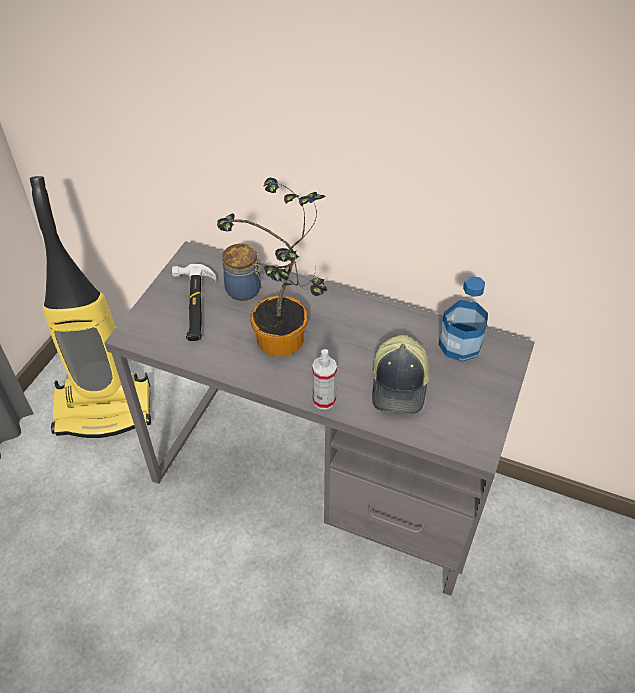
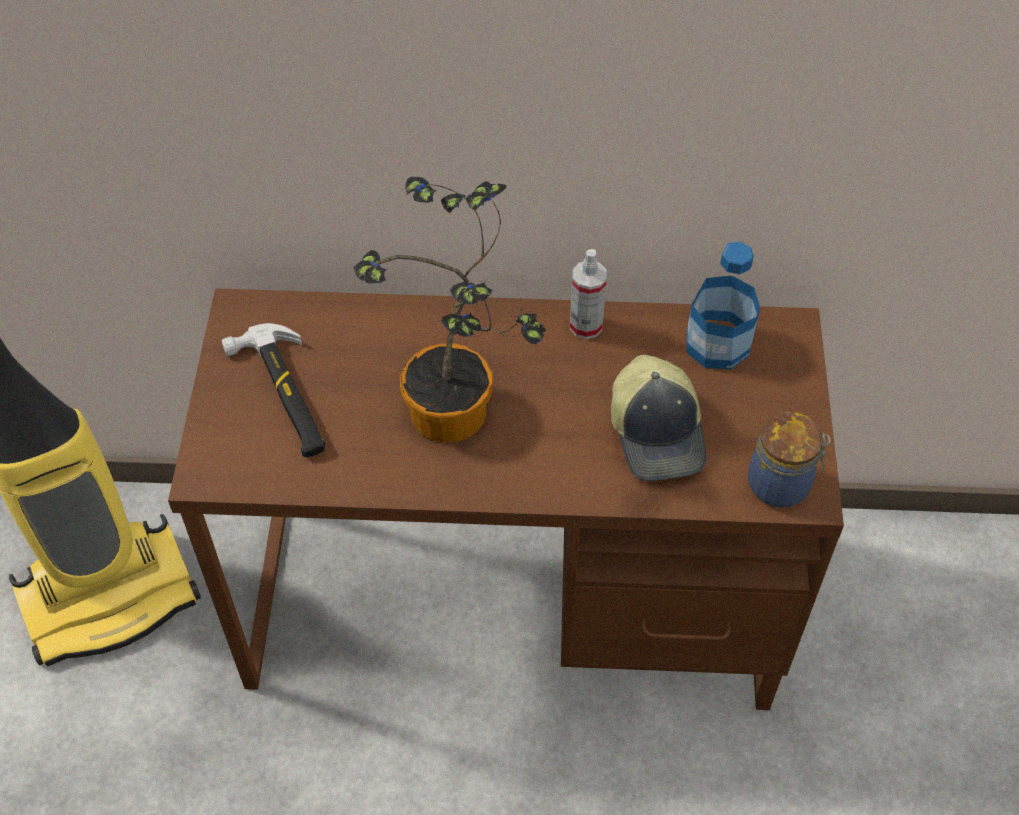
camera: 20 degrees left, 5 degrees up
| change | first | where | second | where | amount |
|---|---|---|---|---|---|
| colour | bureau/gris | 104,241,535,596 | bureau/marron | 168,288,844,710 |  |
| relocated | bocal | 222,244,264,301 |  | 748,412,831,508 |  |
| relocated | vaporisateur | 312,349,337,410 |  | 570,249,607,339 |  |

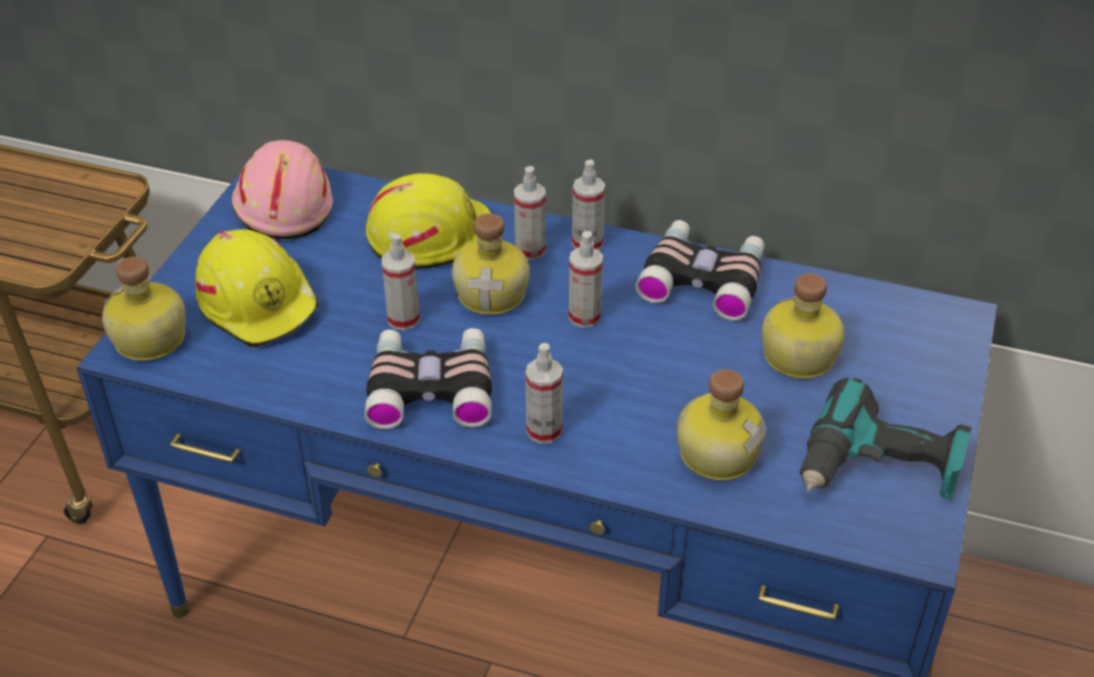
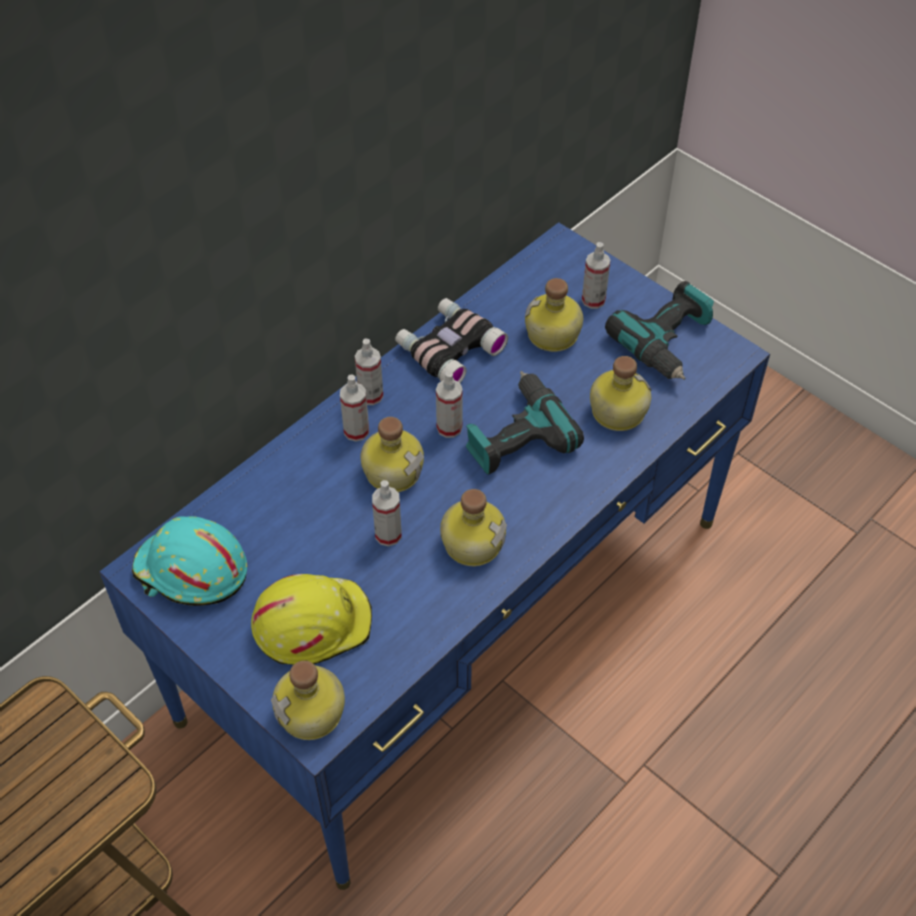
camera: 65 degrees left, 10 degrees up
| change | first | where | second | where | amount |
|---|---|---|---|---|---|
| colour | casque de chantier/rose | 232,140,333,240 | casque de chantier/turquoise | 132,516,247,606 |  |
| missing | casque de chantier/jaune | 366,173,491,269 |  |  |  |
| exchanged | jumelles | 365,328,492,429 | bouteille | 440,489,507,566 |  |
| relocated | vaporisateur | 526,343,563,444 |  | 582,242,611,309 |  |
| appeared |  |  | perceuse | 466,371,584,475 |  |

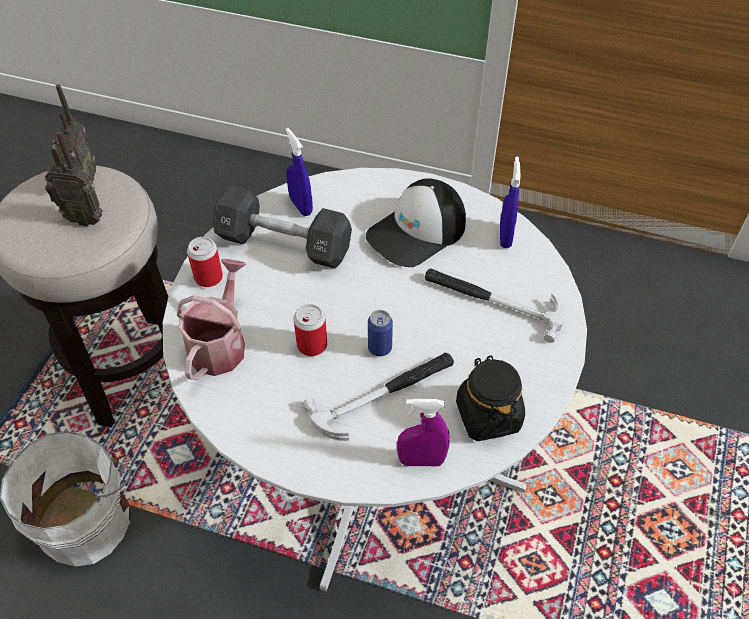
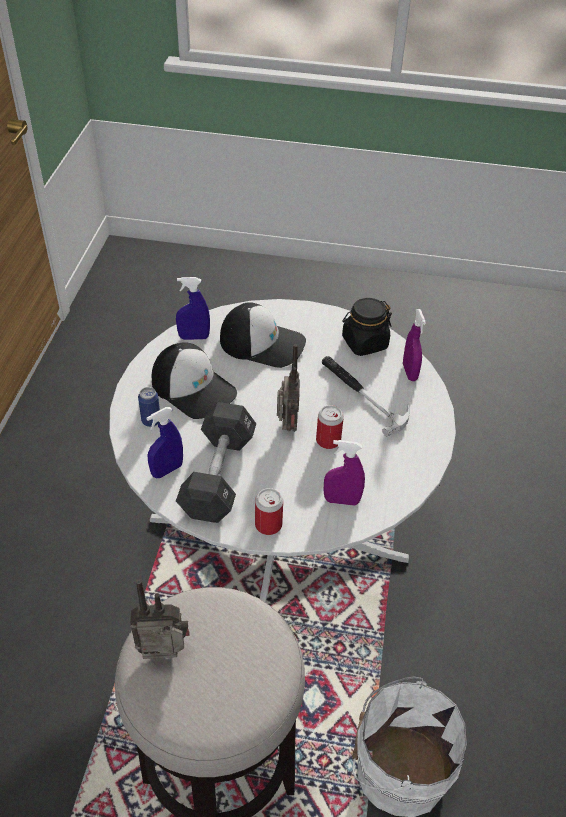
camera: 100 degrees left, 5 degrees down
| change | first | where | second | where | amount |
|---|---|---|---|---|---|
| relocated | radio | 45,131,103,226 |  | 277,344,300,432 |  |
| exchanged | arrosoir | 177,259,246,381 | vaporisateur/violet | 324,440,365,506 |  |
| exchanged | marteau | 424,269,564,343 | casquette | 220,302,306,368 |  |
| relocated | boîte métallique | 368,310,393,357 |  | 138,387,160,427 |  |

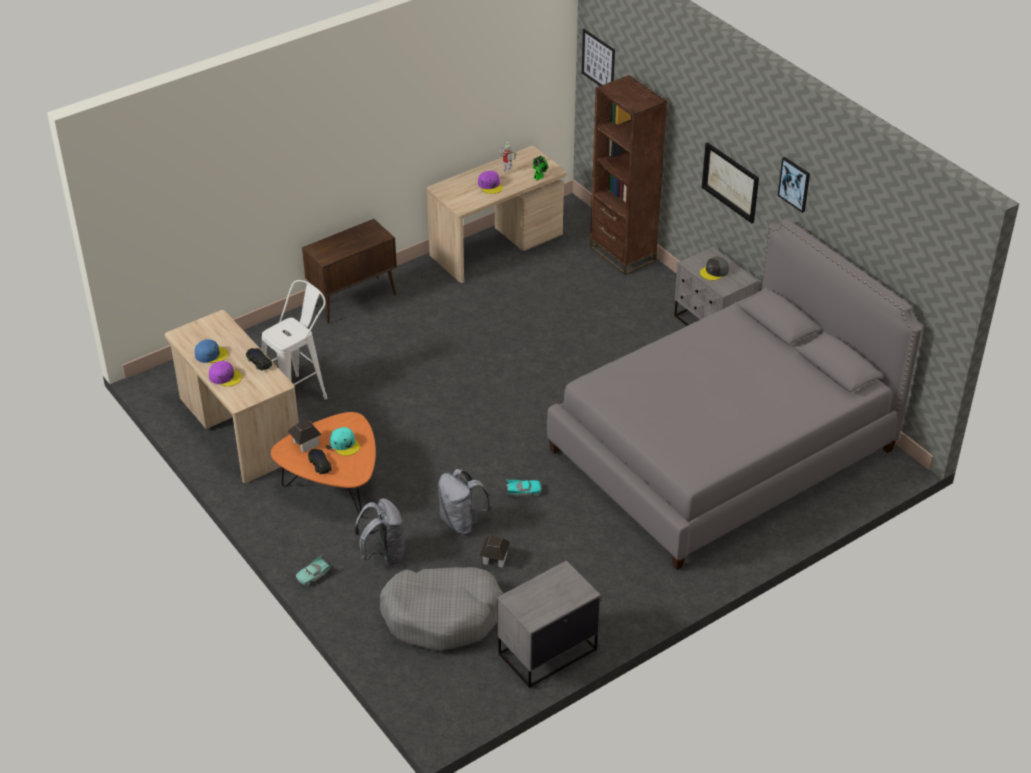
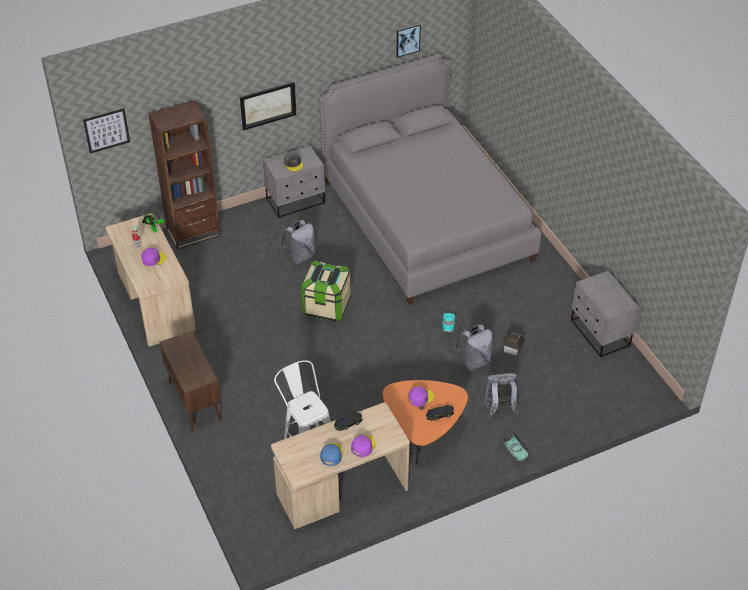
camera: 80 degrees left, 5 degrees up
| change | first | where | second | where | amount |
|---|---|---|---|---|---|
| relocated | tableau | 778,157,810,213 |  | 396,23,421,58 |  |
| missing | maison miniature | 288,419,322,453 |  |  |  |
| colour | casquette/turquoise | 330,427,360,456 | casquette/violet | 408,387,434,407 |  |
| missing | panier pour chien/gris | 380,567,504,650 |  |  |  |
| appeared |  |  | sac à dos/gris | 280,220,315,265 |  |
| appeared |  |  | boîte de rangement | 301,260,351,322 |  |

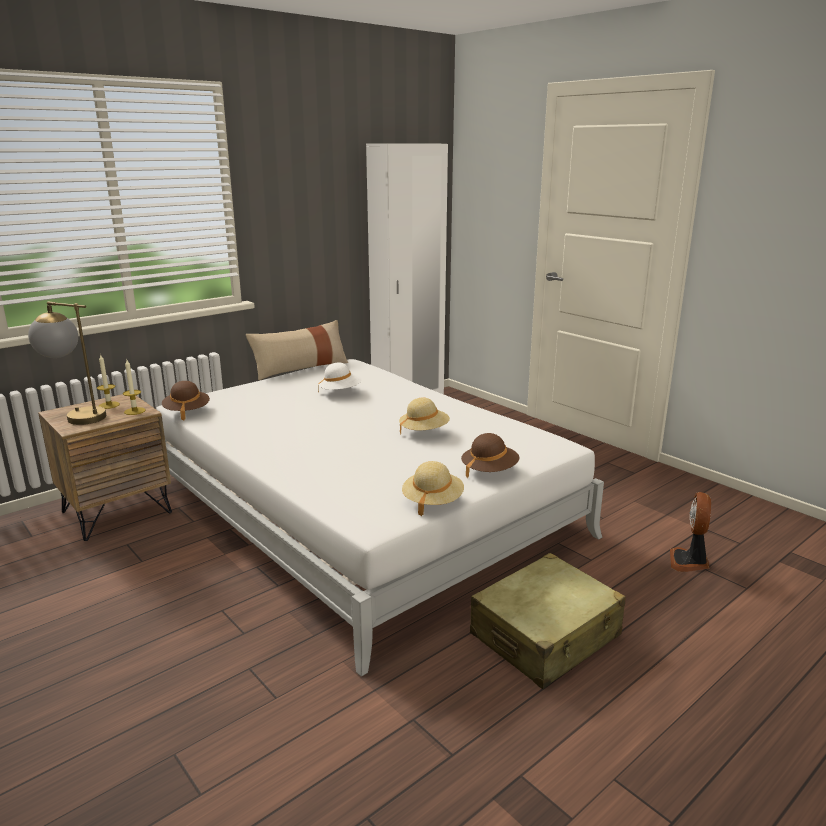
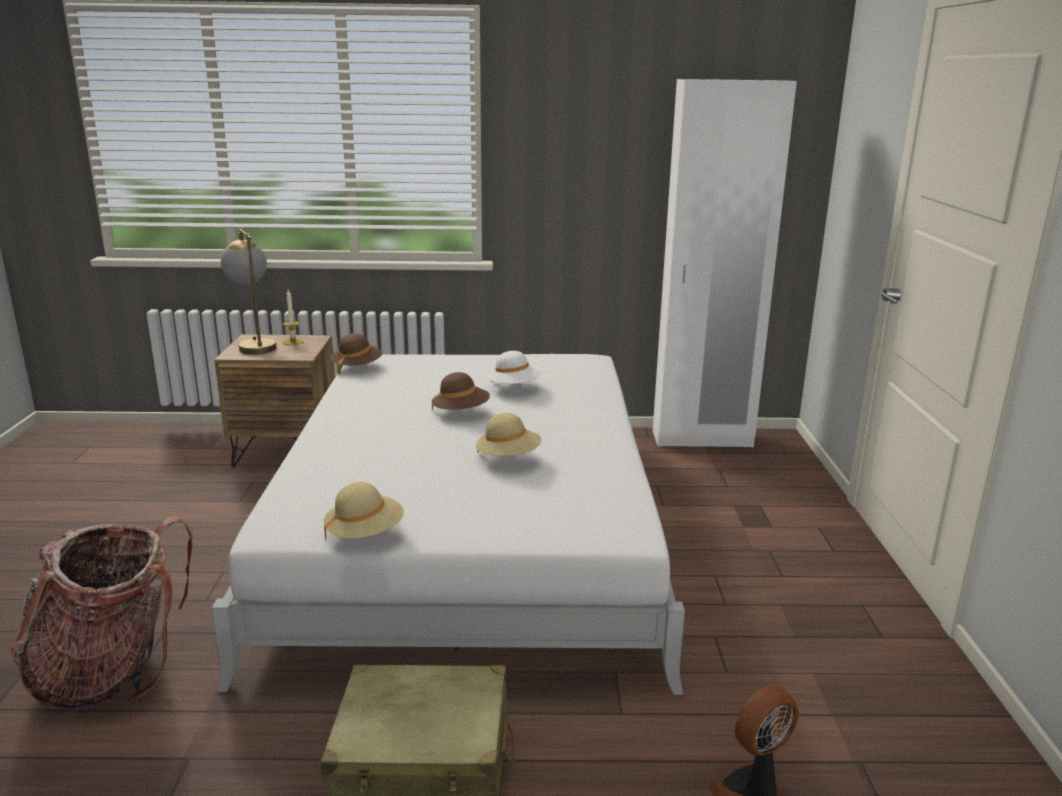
camera: 40 degrees right, 0 degrees up
| change | first | where | second | where | amount |
|---|---|---|---|---|---|
| missing | coussin/beige | 246,320,349,380 |  |  |  |
| missing | bougie | 123,360,146,415 |  |  |  |
| relocated | chapeau/marron | 461,433,520,478 |  | 432,372,490,411 |  |
| appeared |  |  | sac à dos | 11,516,193,711 |  |

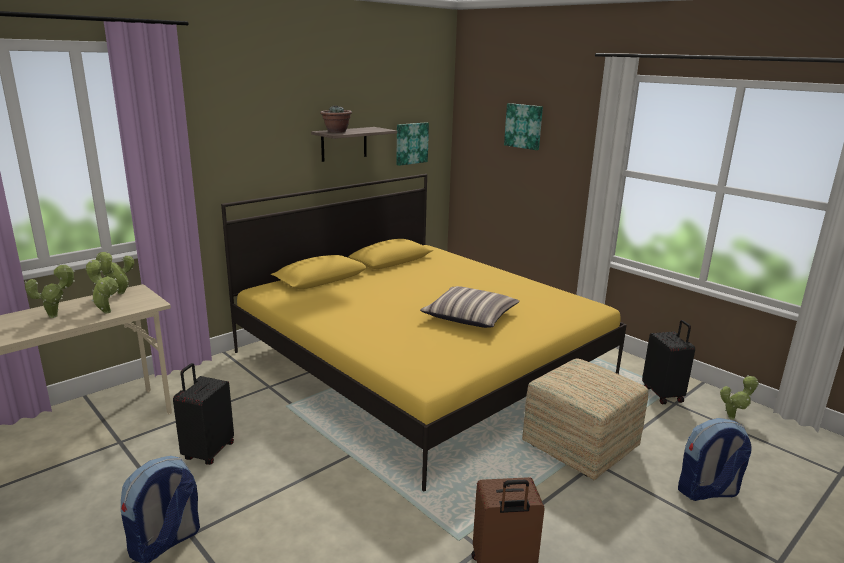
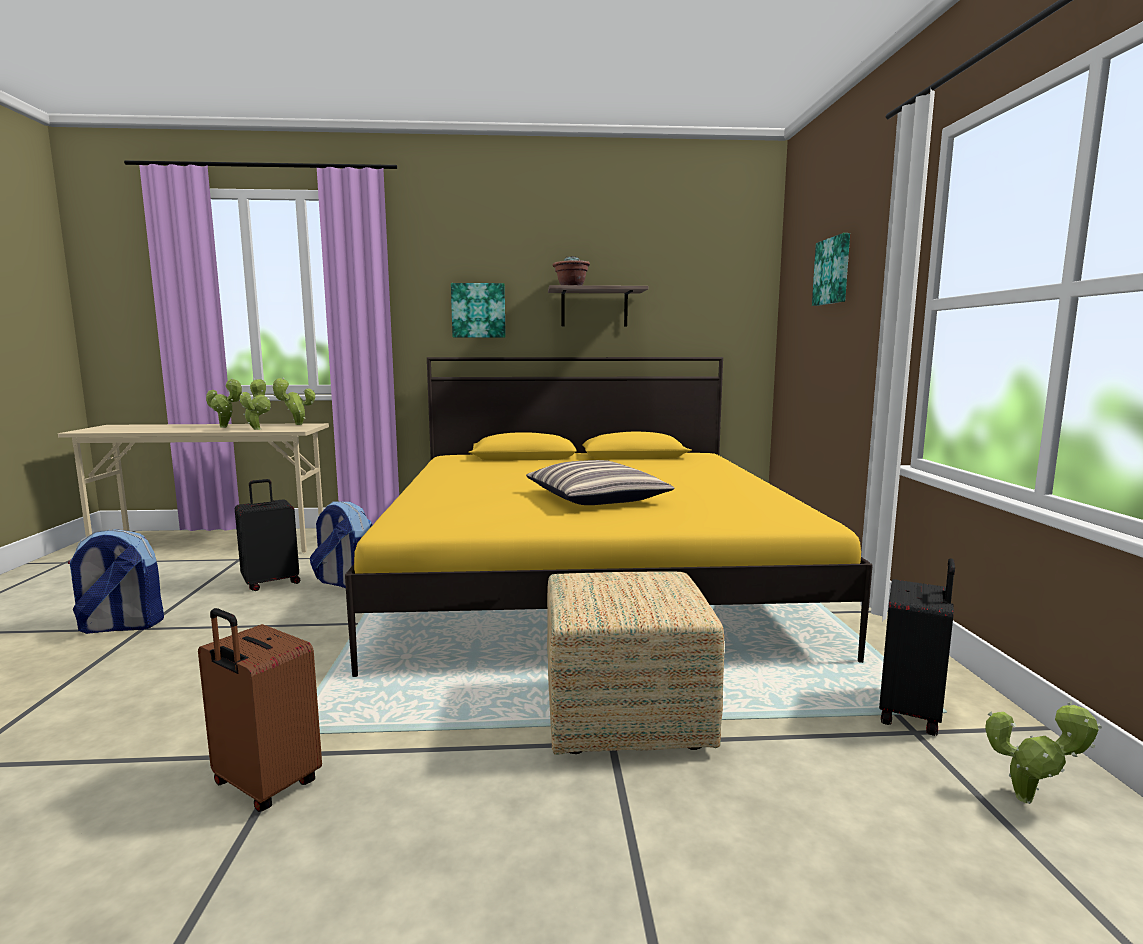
camera: 40 degrees right, 10 degrees down
| change | first | where | second | where | amount |
|---|---|---|---|---|---|
| relocated | tableau | 396,122,429,166 |  | 451,283,506,338 |  |
| relocated | sac à dos | 678,418,752,501 |  | 310,501,372,588 |  |

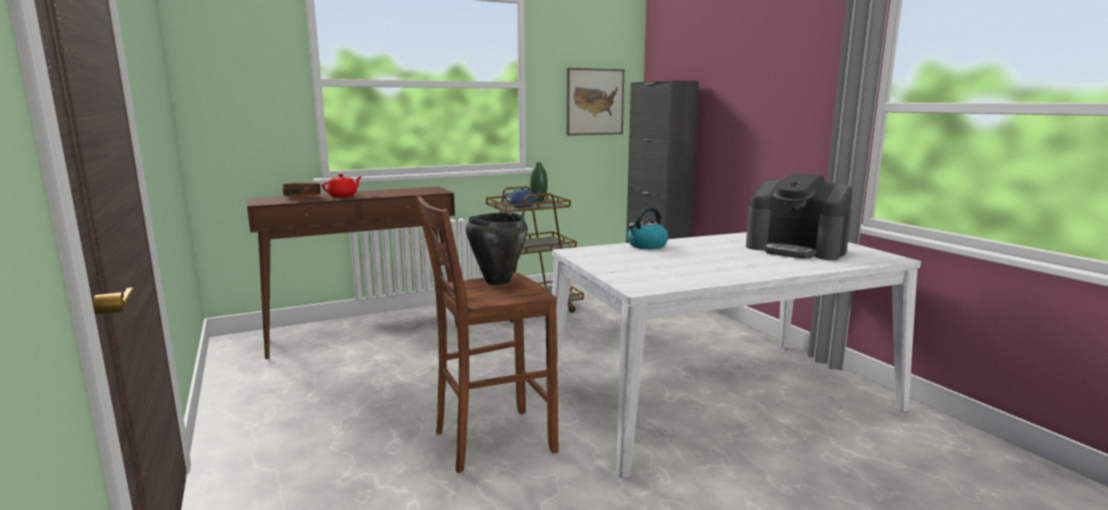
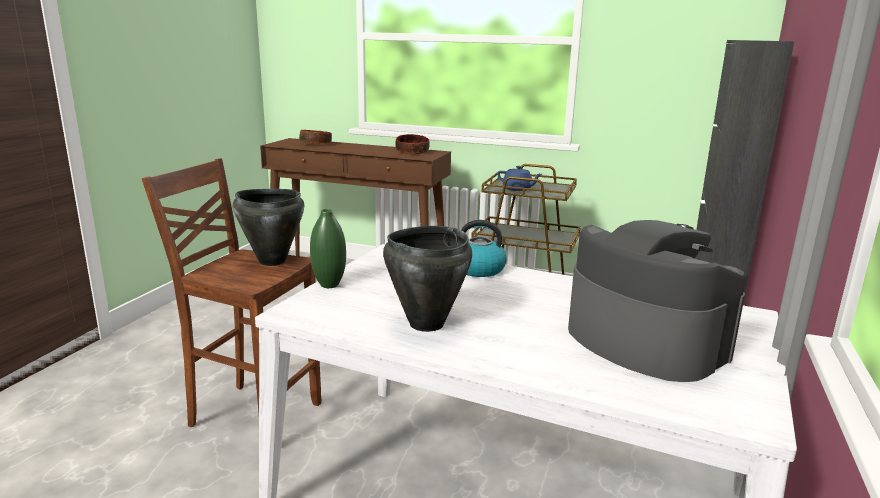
camera: 45 degrees right, 5 degrees up
| change | first | where | second | where | amount |
|---|---|---|---|---|---|
| missing | tableau | 567,68,624,136 |  |  |  |
| relocated | vase/vert | 530,162,548,201 |  | 310,209,346,288 |  |
| spun | machine à café | 746,173,852,260 |  | 568,220,746,382 | 150 degrees clockwise |
| missing | théière/rouge | 322,174,361,197 |  |  |  |
| appeared |  |  | bol | 395,134,429,154 |  |
| appeared |  |  | marmite/noir | 383,226,472,332 |  |

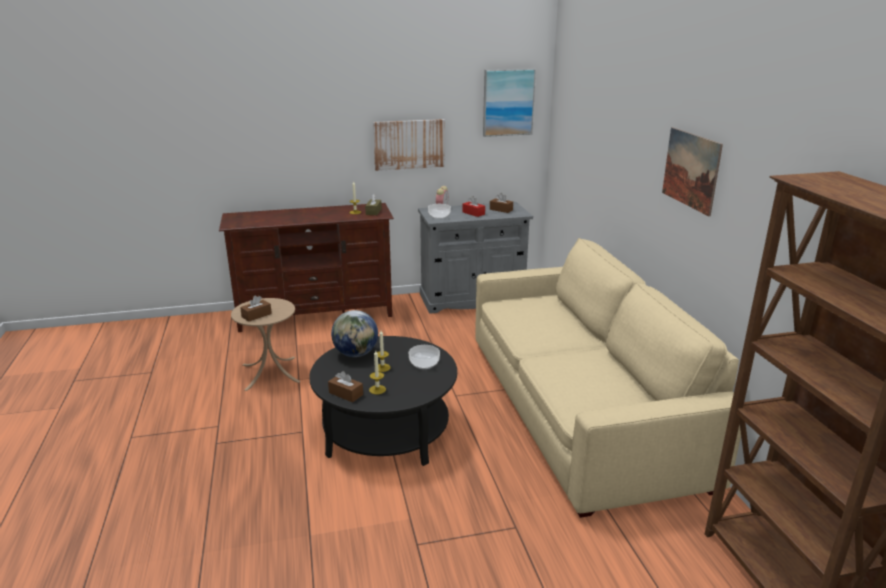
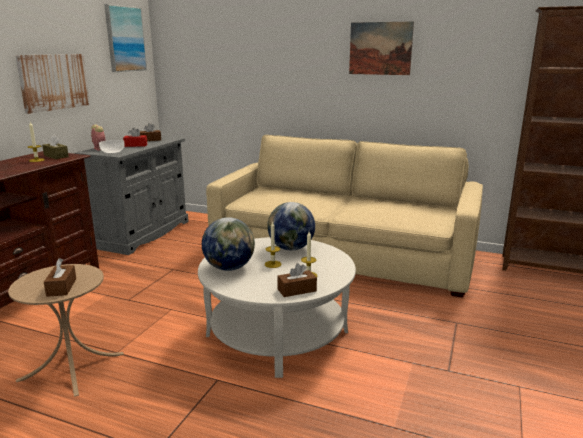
camera: 55 degrees left, 5 degrees down
| change | first | where | second | where | amount |
|---|---|---|---|---|---|
| colour | table basse/noir | 309,336,457,466 | table basse/blanc | 198,237,356,378 |  |
| exchanged | bol | 409,345,440,369 | globe | 267,202,315,250 |  |

